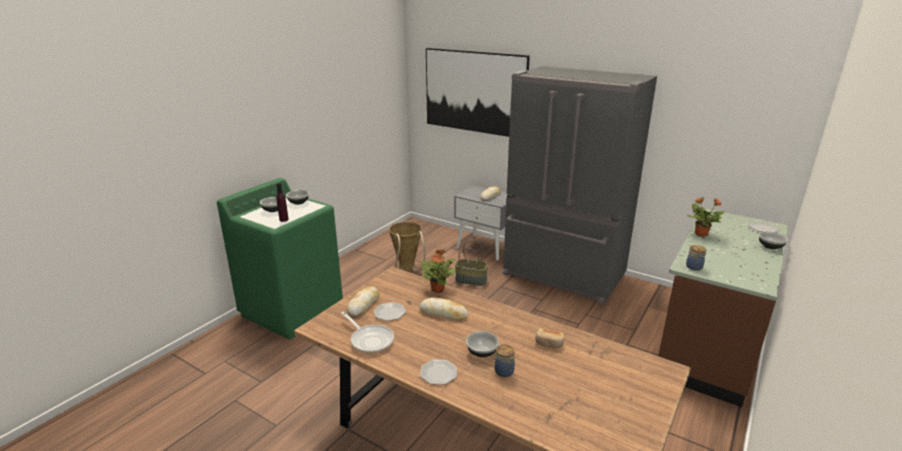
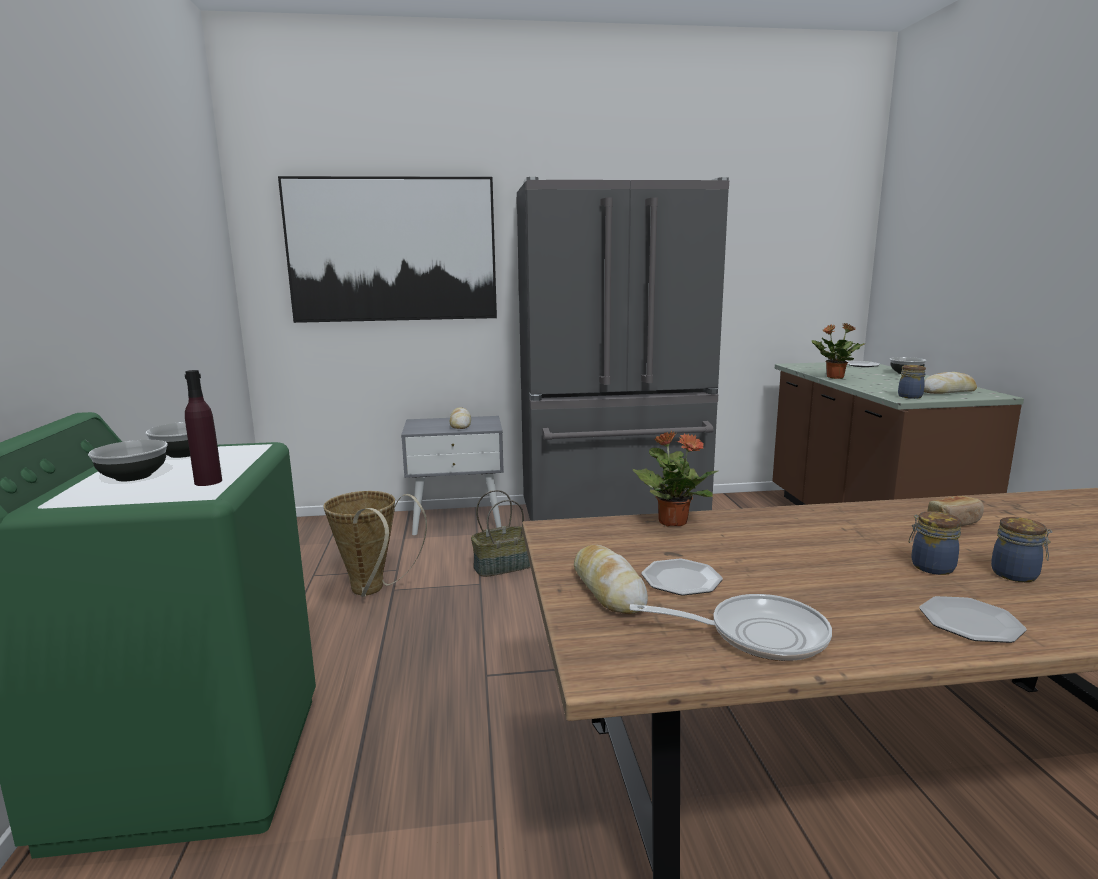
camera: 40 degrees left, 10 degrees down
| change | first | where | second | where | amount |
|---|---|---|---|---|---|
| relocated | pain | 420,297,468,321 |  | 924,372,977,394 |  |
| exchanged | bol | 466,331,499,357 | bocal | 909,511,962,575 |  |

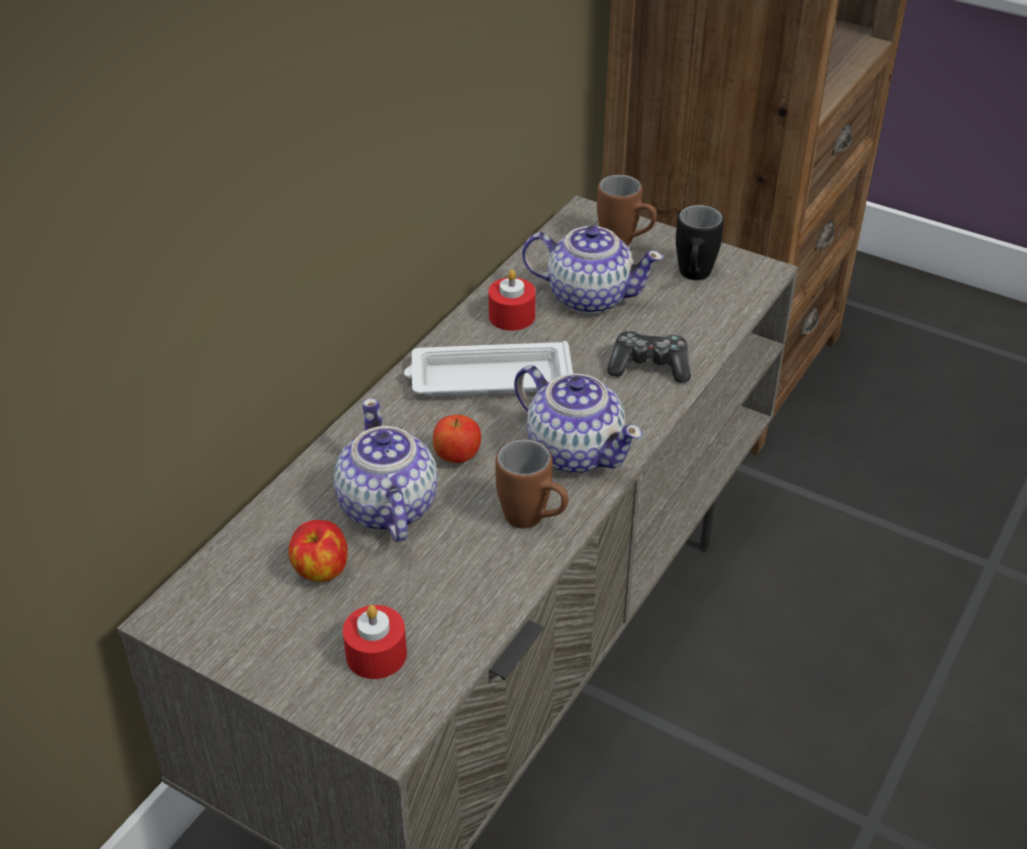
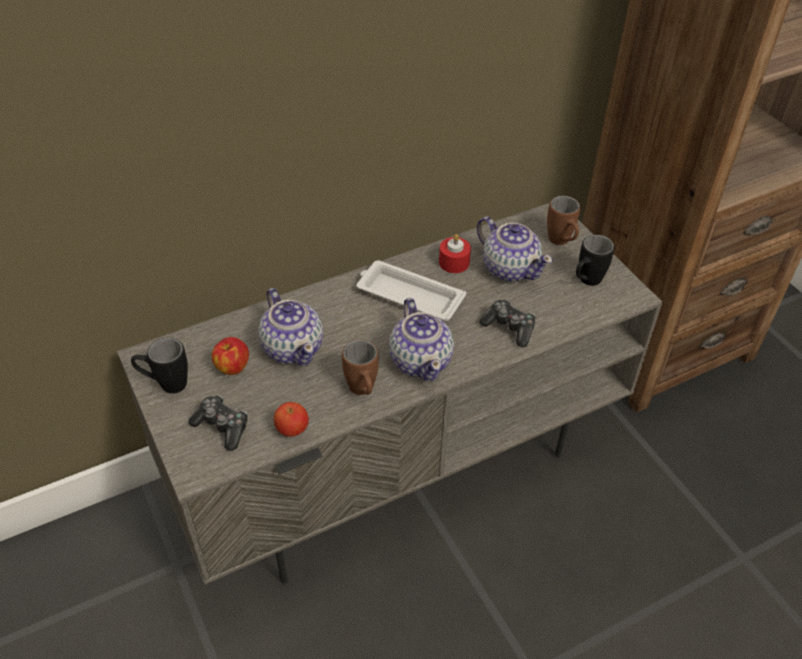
camera: 30 degrees right, 5 degrees up
| change | first | where | second | where | amount |
|---|---|---|---|---|---|
| spun | théière | 334,398,437,542 |  | 258,288,323,366 | 135 degrees clockwise |
| relocated | pomme | 433,415,481,463 |  | 274,402,309,437 |  |
| exchanged | bougie/rouge | 343,605,407,679 | manette | 188,395,248,451 |  |
| appeared |  |  | mug/noir | 131,338,188,394 |  |

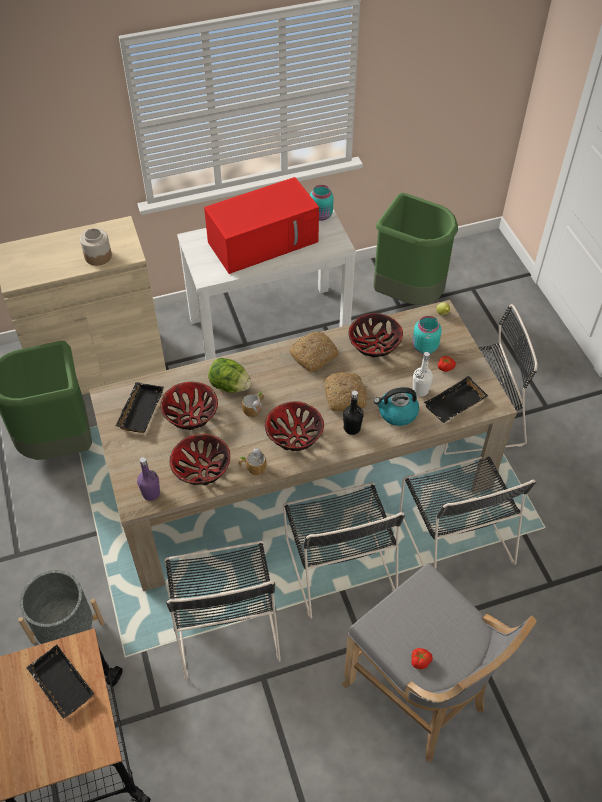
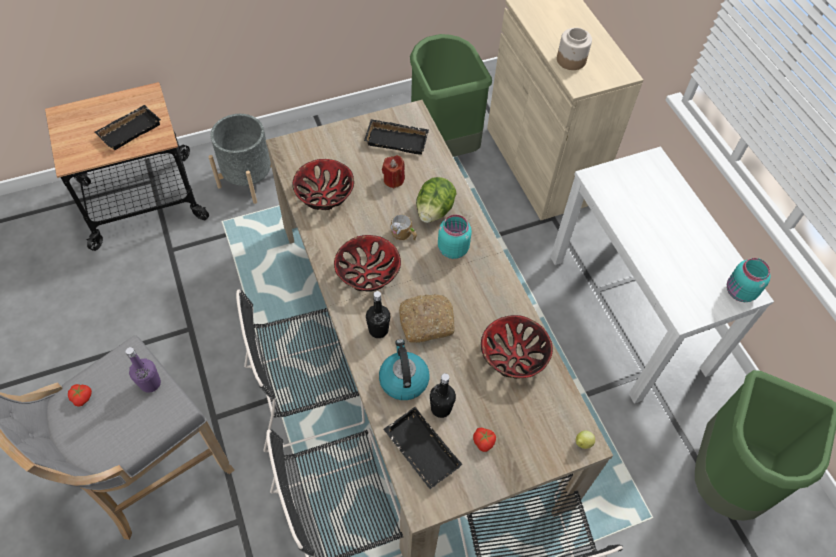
camera: 85 degrees right, 5 degrees up
| change | first | where | second | where | amount |
|---|---|---|---|---|---|
| missing | micro-ondes/rouge | 204,177,319,274 |  |  |  |
| relocated | bocal/turquoise | 412,316,442,354 |  | 438,215,472,259 |  |
| missing | pain | 290,332,339,372 |  |  |  |
| colour | bouteille/blanc | 413,352,433,397 | bouteille/noir | 430,373,456,418 |  |
| exchanged | bol | 160,382,218,430 | bougie/rouge | 382,155,405,188 |  |
| missing | mug | 238,448,267,476 |  |  |  |
| relocated | bouteille/violet | 137,457,160,501 |  | 126,347,161,393 |  |
| missing | chaise/noir | 164,541,281,680 |  |  |  |

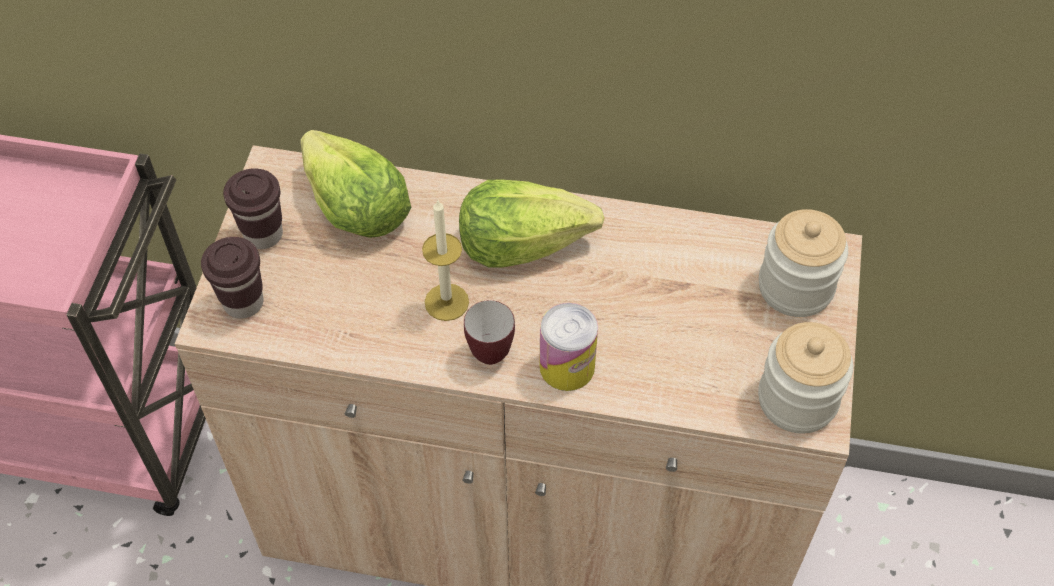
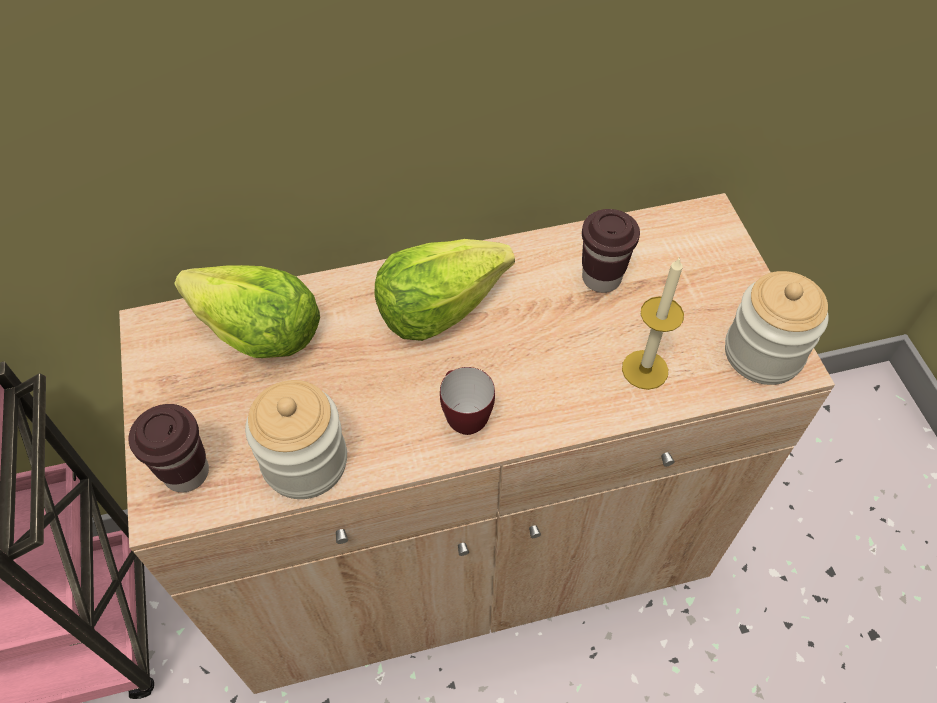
camera: 25 degrees left, 0 degrees up
| change | first | where | second | where | amount |
|---|---|---|---|---|---|
| relocated | tasse/marron | 223,168,283,249 |  | 582,209,640,293 |  |
| relocated | bougie | 422,199,469,321 |  | 622,257,684,390 |  |
| relocated | bocal | 759,209,848,317 |  | 245,380,347,499 |  |
| missing | boîte métallique | 539,303,598,391 |  |  |  |

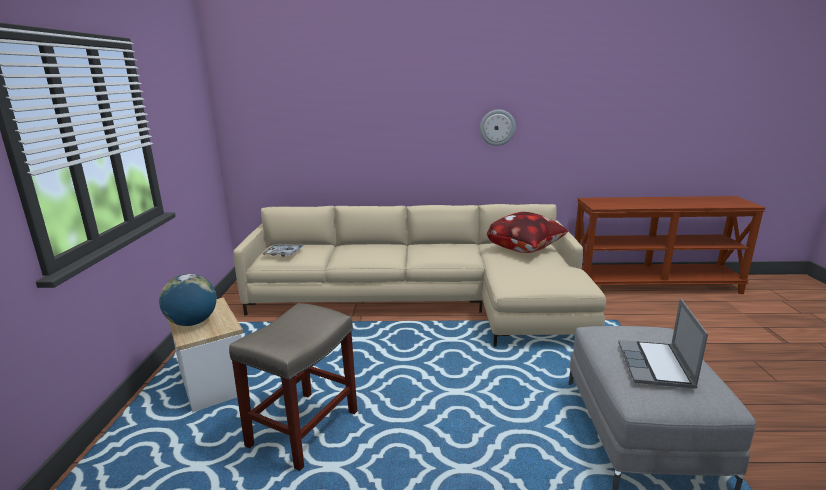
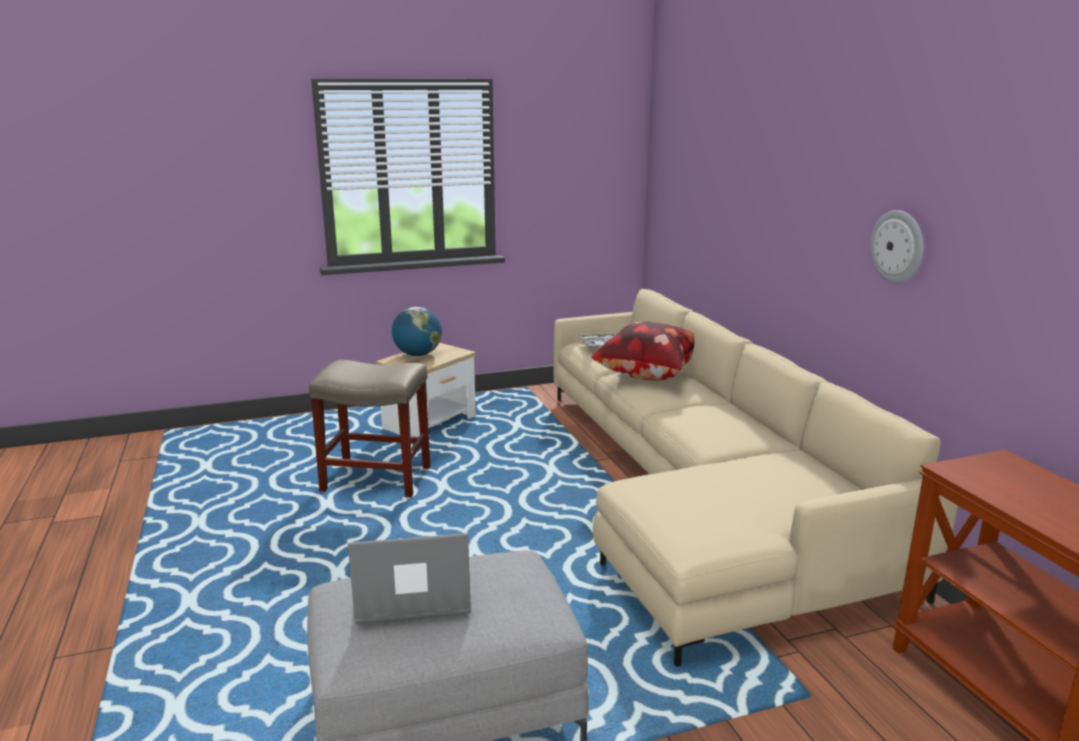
camera: 70 degrees right, 0 degrees up
| change | first | where | second | where | amount |
|---|---|---|---|---|---|
| relocated | coussin | 487,212,569,253 |  | 591,321,694,380 |  |

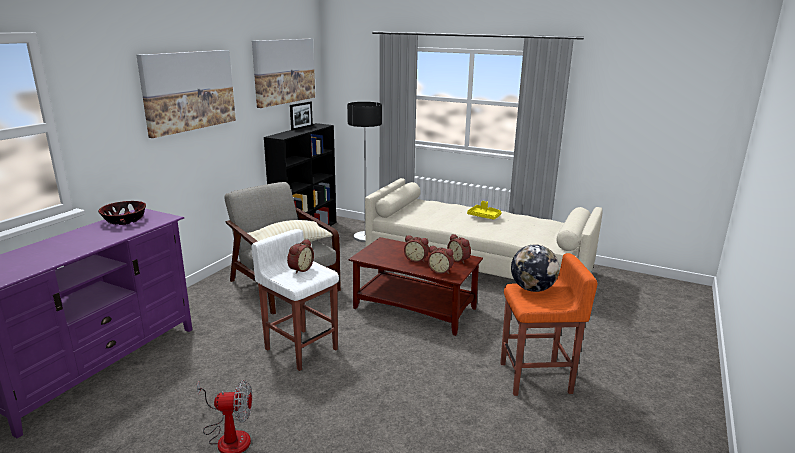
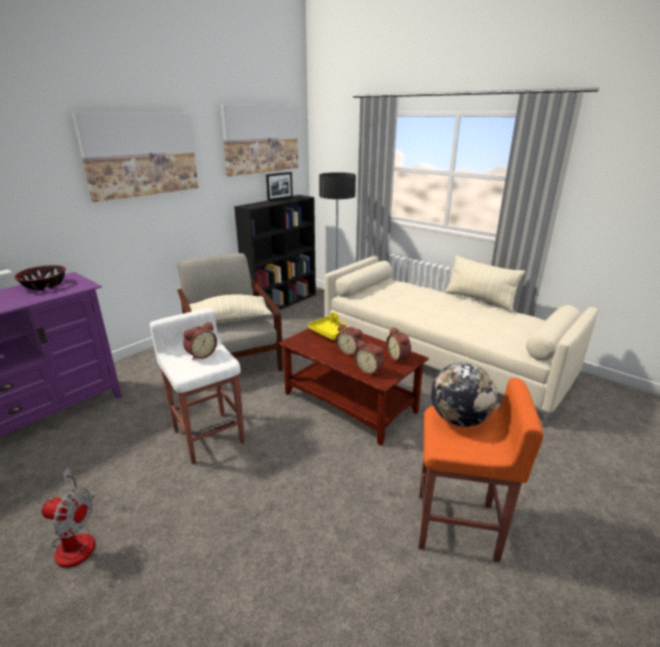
camera: 15 degrees right, 5 degrees up
| change | first | where | second | where | amount |
|---|---|---|---|---|---|
| relocated | plateau/jaune | 467,201,501,220 |  | 308,312,348,340 |  |
| appeared |  |  | coussin/beige | 445,255,525,312 |  |

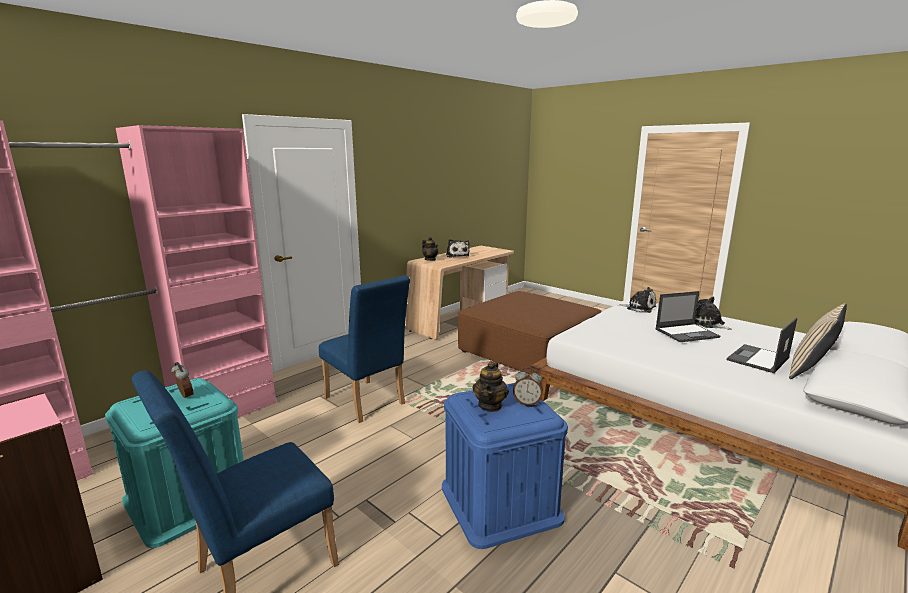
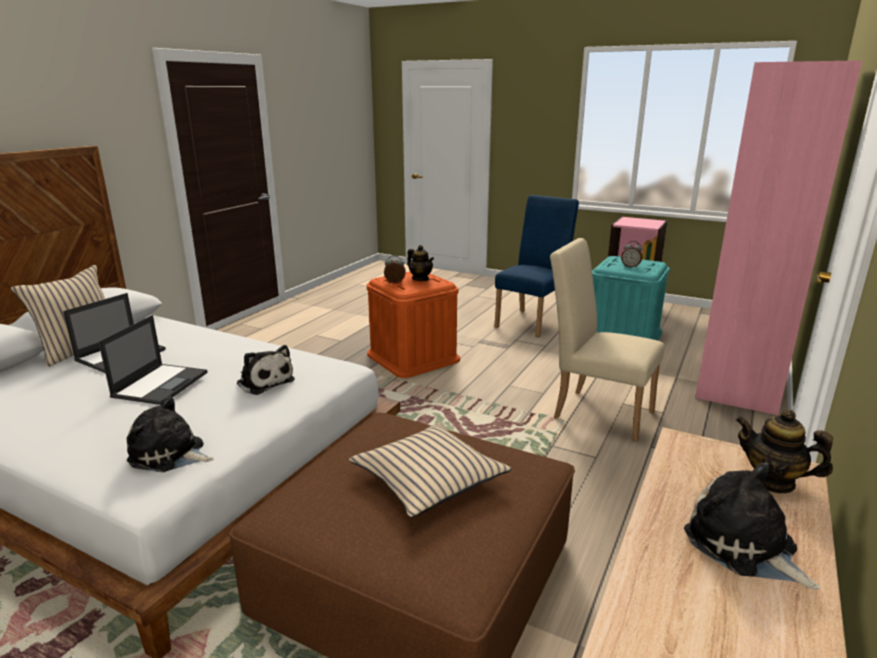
camera: 165 degrees right, 5 degrees up
| change | first | where | second | where | amount |
|---|---|---|---|---|---|
| colour | chaise/bleu | 319,275,410,423 | chaise/beige | 550,238,665,441 |  |
| spun | ordinateur portable | 655,291,720,342 |  | 99,315,207,405 | 135 degrees clockwise |
| relocated | peluche | 695,297,732,330 |  | 237,345,295,395 |  |
| spun | théière | 473,361,509,412 |  | 407,245,434,281 | 135 degrees clockwise |
| colour | boîte de rangement/bleu | 442,383,568,549 | boîte de rangement/orange | 367,272,460,378 |  |
| appeared |  |  | coussin/beige | 349,422,512,517 |  |

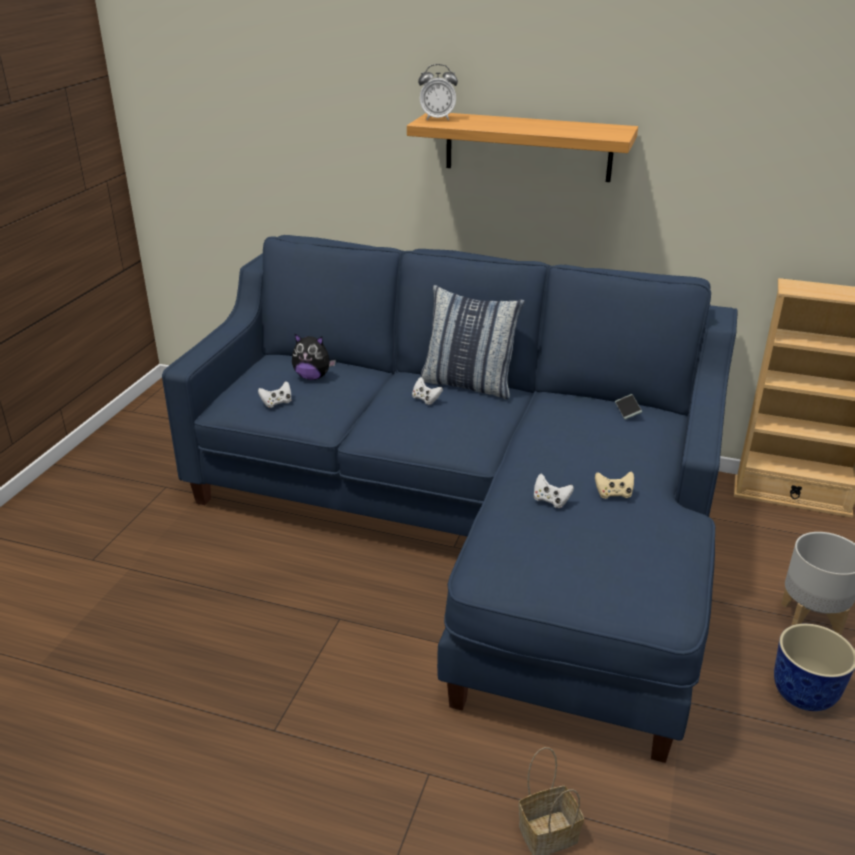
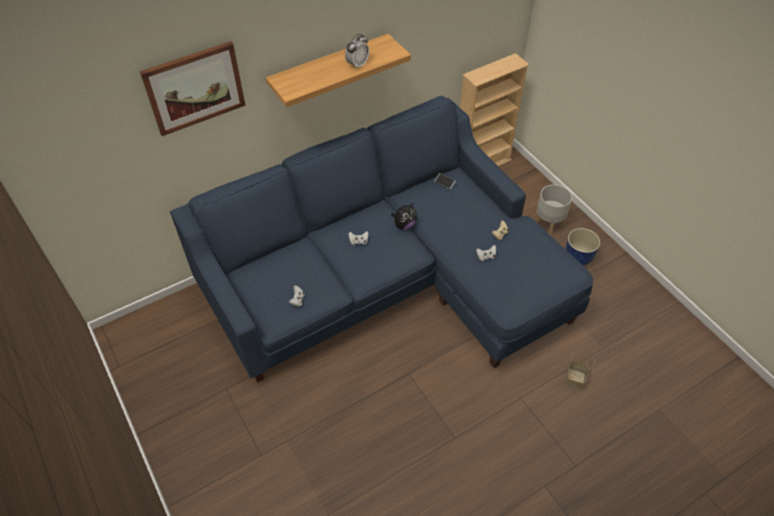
camera: 50 degrees left, 20 degrees up
| change | first | where | second | where | amount |
|---|---|---|---|---|---|
| relocated | réveil | 418,64,458,120 |  | 345,34,369,69 |  |
| missing | coussin | 421,285,525,399 |  |  |  |
| relocated | peluche | 292,334,336,380 |  | 391,202,417,230 |  |
| appeared |  |  | tableau | 140,41,245,136 |  |

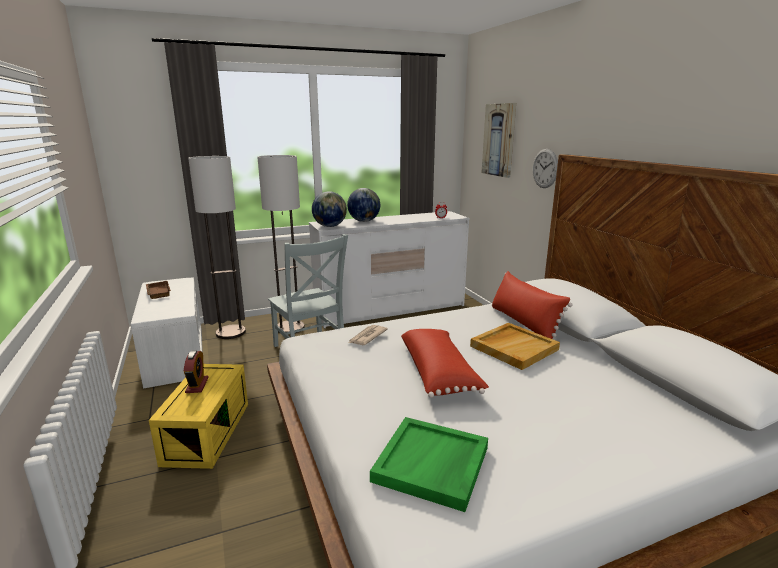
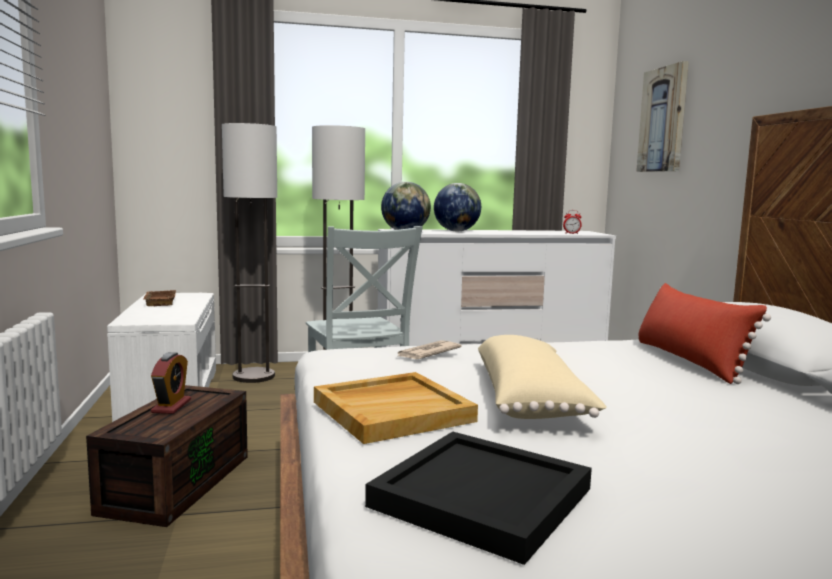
camera: 10 degrees right, 10 degrees down
| change | first | where | second | where | amount |
|---|---|---|---|---|---|
| missing | horloge murale | 532,149,558,188 |  |  |  |
| relocated | plateau/beige | 470,323,560,370 |  | 314,372,478,444 |  |
| colour | coussin/rouge | 401,329,489,398 | coussin/beige | 478,335,607,419 |  |
| colour | boîte de rangement/jaune | 149,364,248,469 | boîte de rangement/marron | 86,385,248,527 |  |
| colour | plateau/vert | 370,417,488,512 | plateau/noir | 365,431,592,565 |  |

